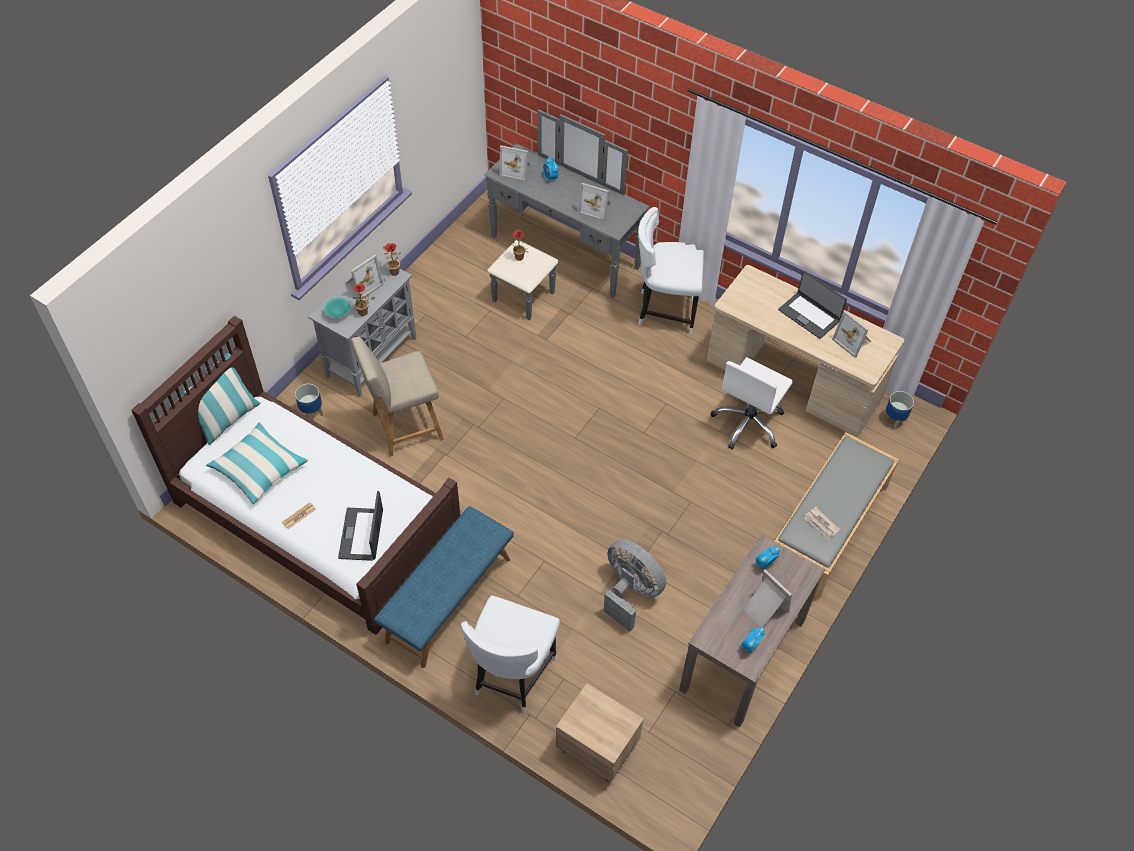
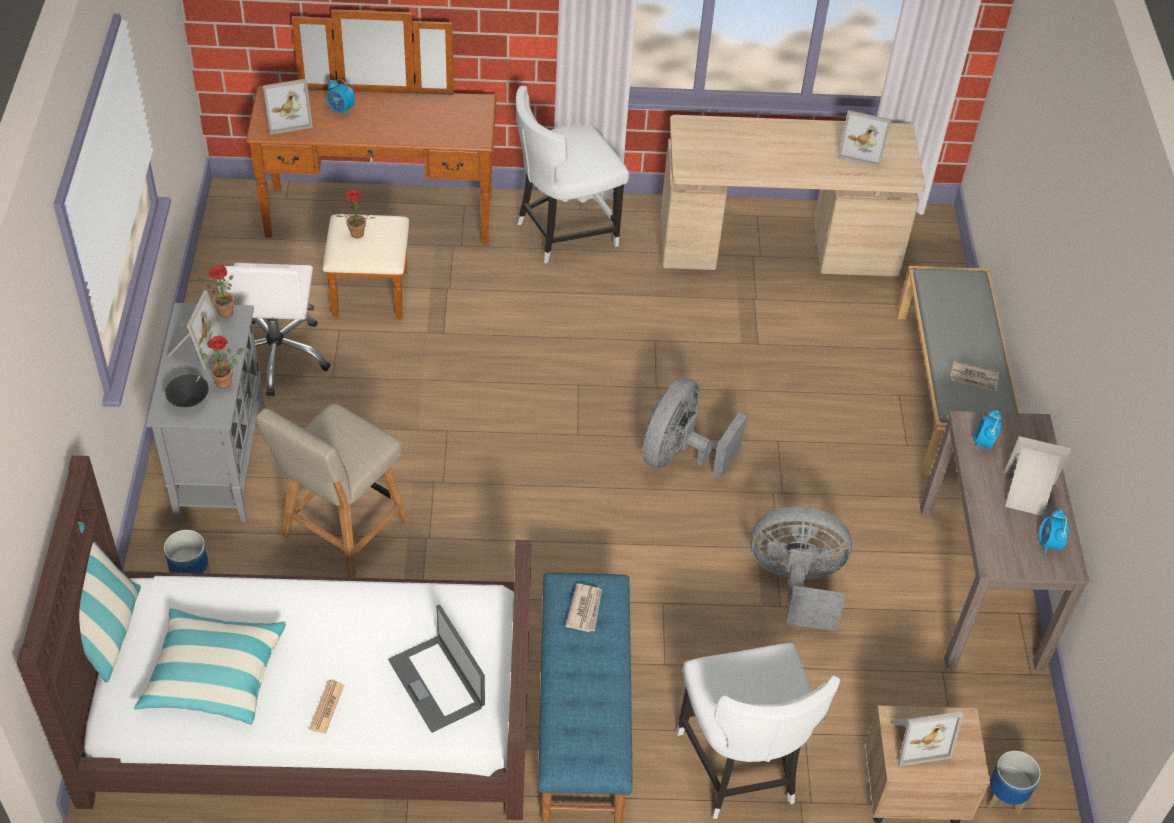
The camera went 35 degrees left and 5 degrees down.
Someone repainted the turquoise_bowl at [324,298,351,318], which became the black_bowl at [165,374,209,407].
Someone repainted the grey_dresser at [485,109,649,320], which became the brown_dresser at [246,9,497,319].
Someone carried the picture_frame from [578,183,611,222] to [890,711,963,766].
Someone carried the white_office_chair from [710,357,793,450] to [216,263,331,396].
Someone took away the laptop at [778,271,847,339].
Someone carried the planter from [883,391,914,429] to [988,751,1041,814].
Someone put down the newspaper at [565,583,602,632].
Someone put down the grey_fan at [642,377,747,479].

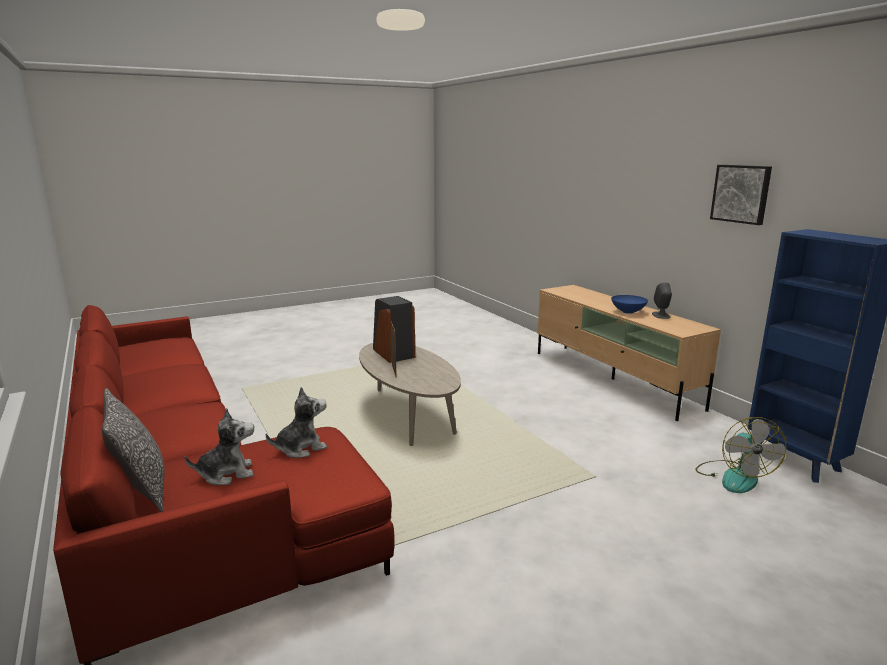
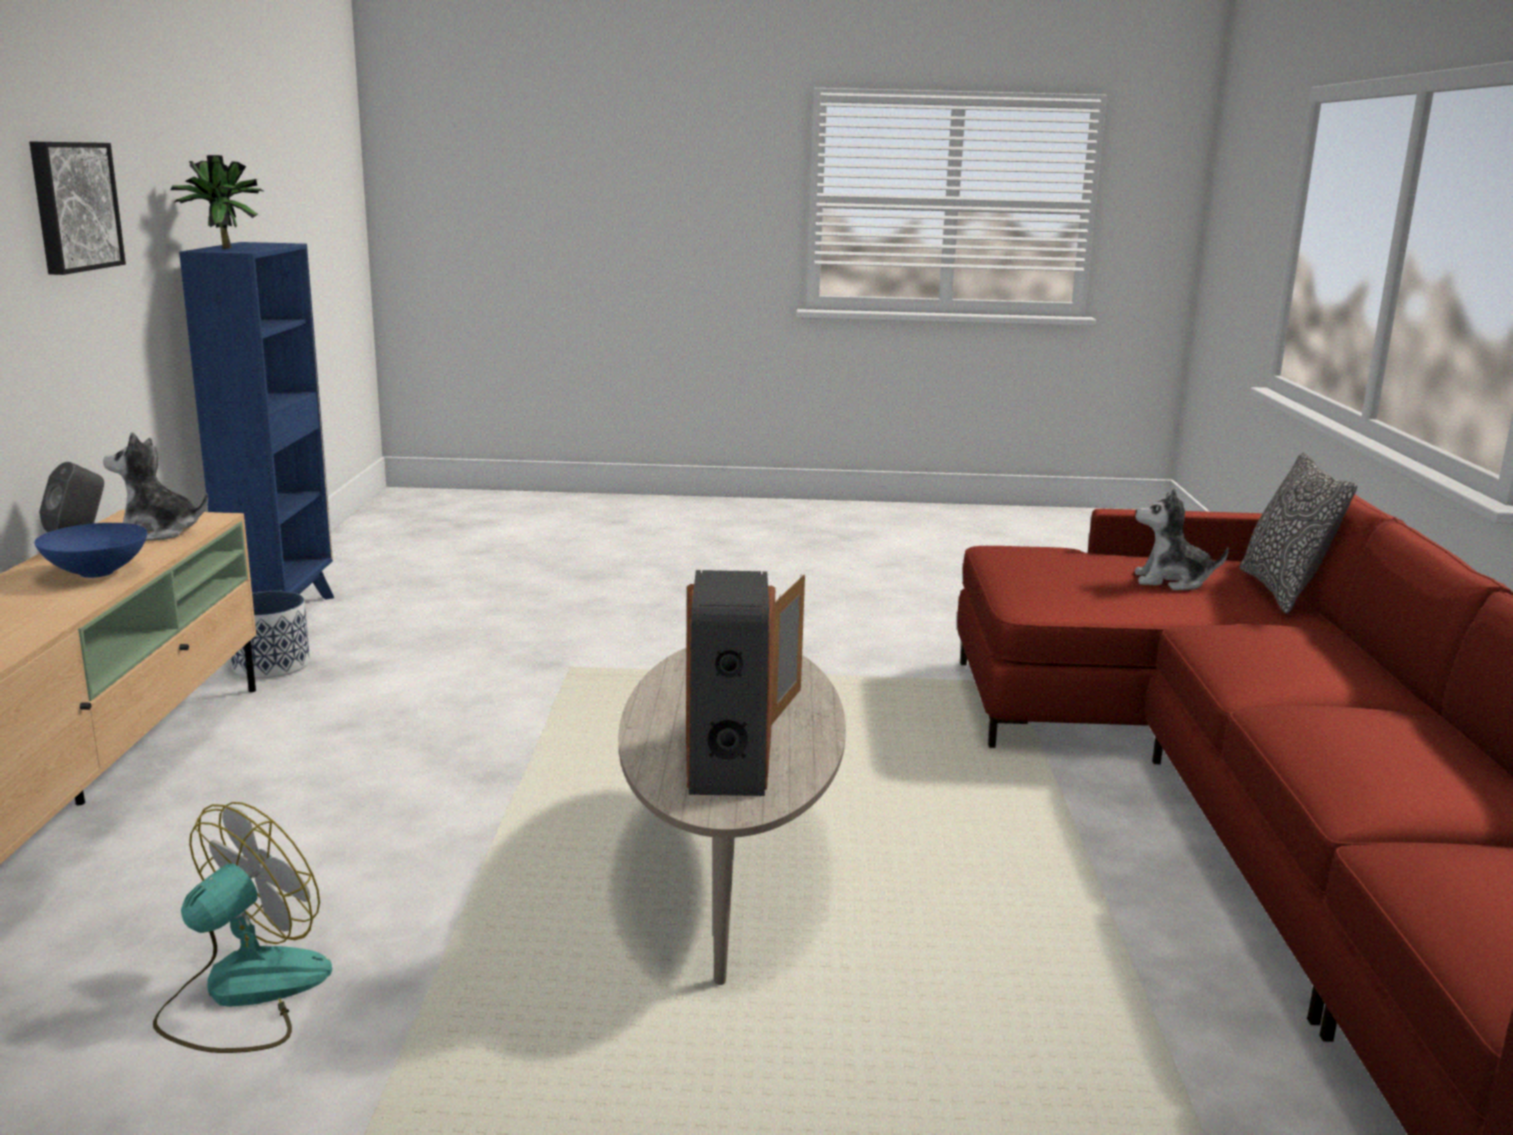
The camera went 150 degrees left and 0 degrees up.
Someone carried the plush_toy from [266,387,327,458] to [103,432,208,541].
Someone carried the fan from [696,417,786,493] to [153,802,332,1053].
Someone put down the potted_plant at [170,155,263,249].
Someone put down the planter at [230,591,310,678].

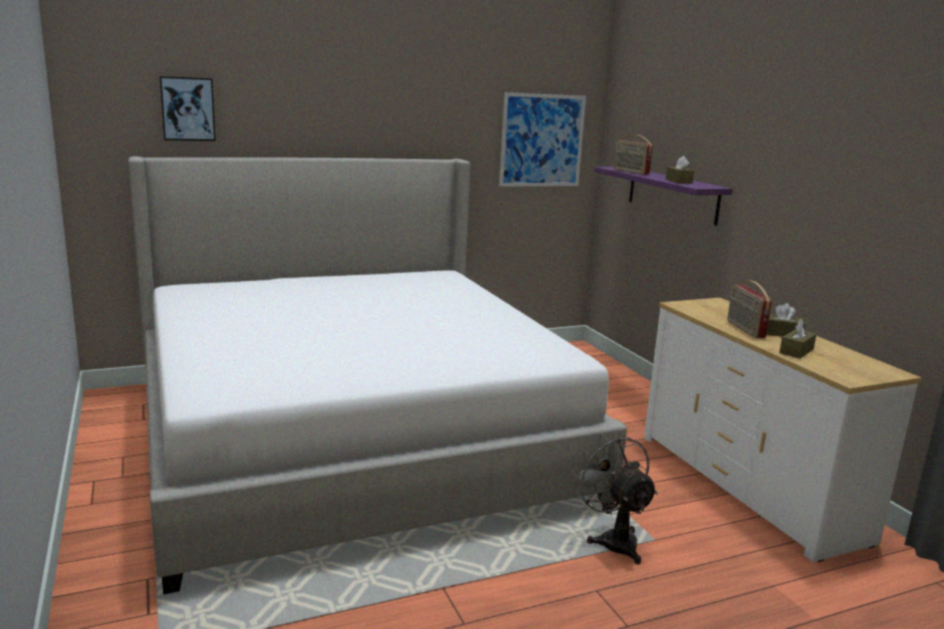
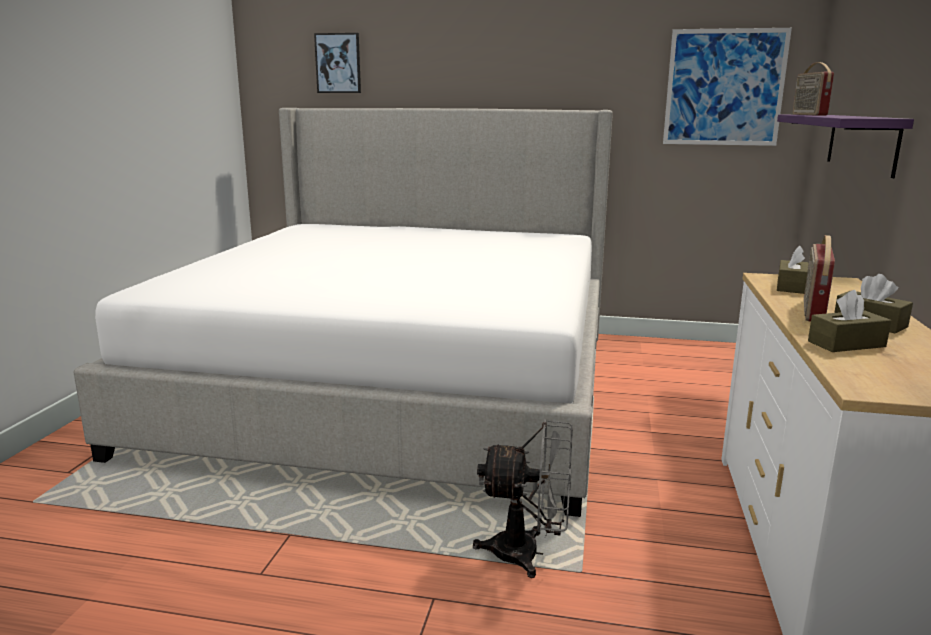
The camera went 35 degrees right and 0 degrees up.
Someone rotated the grey_fan at [572,432,658,564] by 90 degrees clockwise.
Someone carried the brown_tissue_box from [666,156,694,184] to [777,245,809,294].

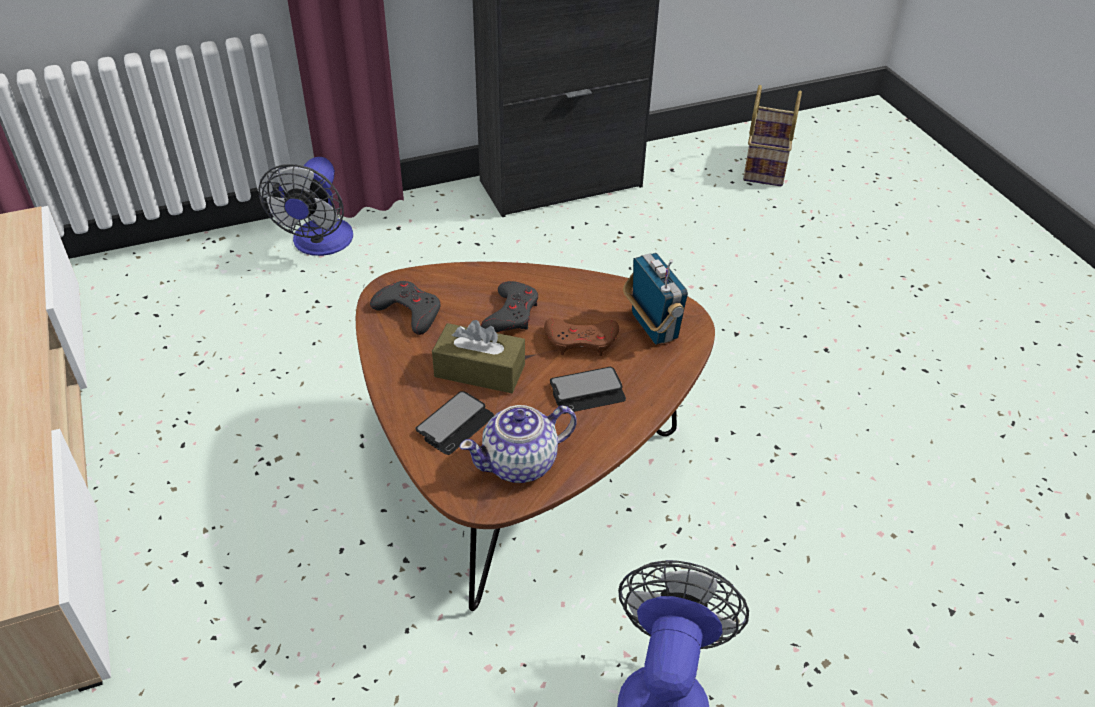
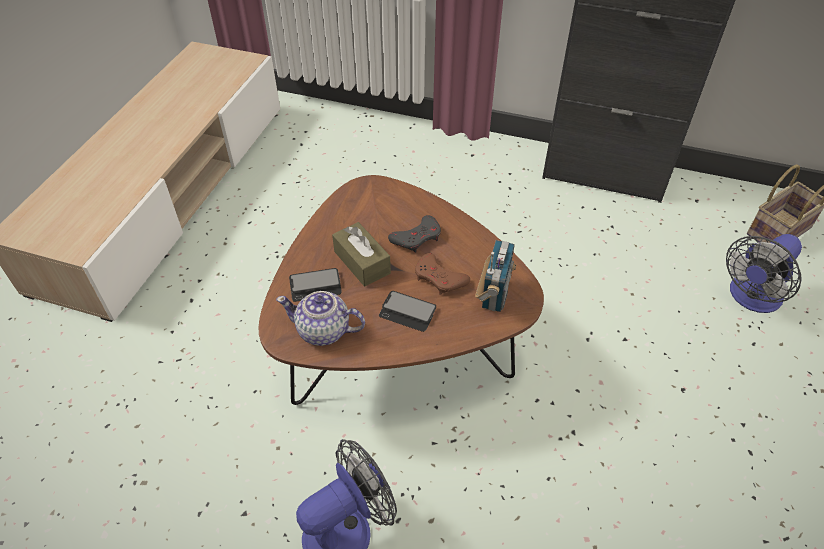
The camera went 40 degrees right and 5 degrees up.
Someone carried the fan from [258,157,353,256] to [726,234,802,313].
Someone took away the grey_game_controller at [370,281,441,335].

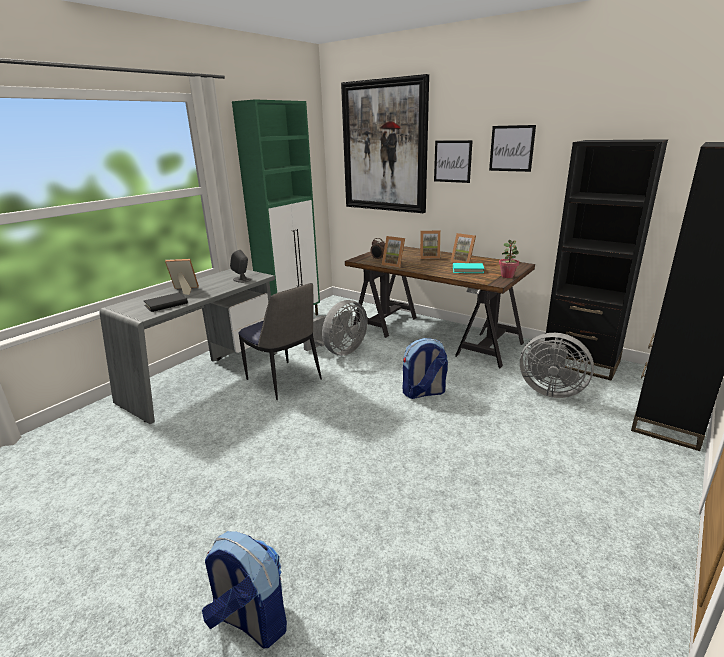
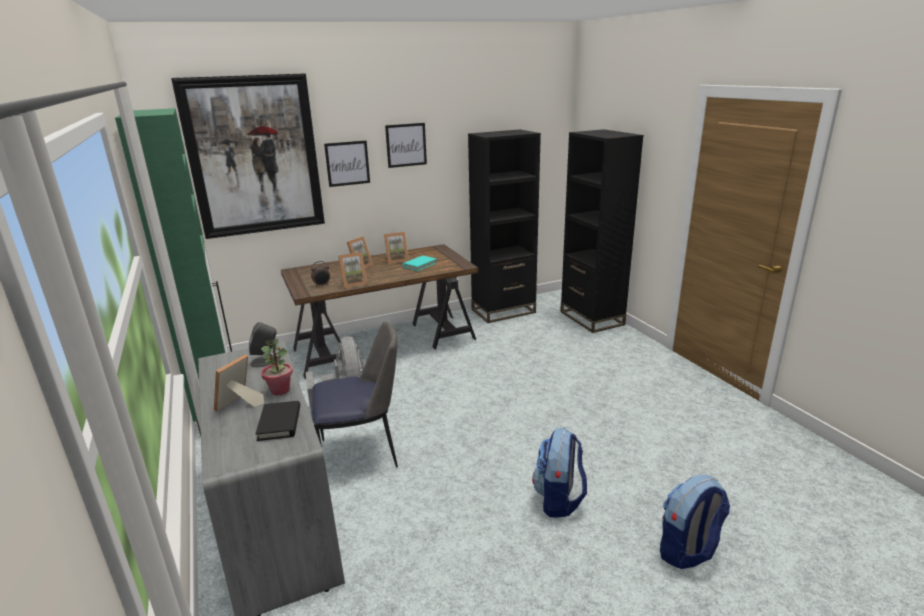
The camera went 60 degrees left and 0 degrees up.
Someone carried the backpack from [402,338,448,399] to [532,428,587,518].
Someone carried the potted_plant from [499,240,519,278] to [261,339,293,395].
Someone took away the grey_fan at [520,333,594,398].

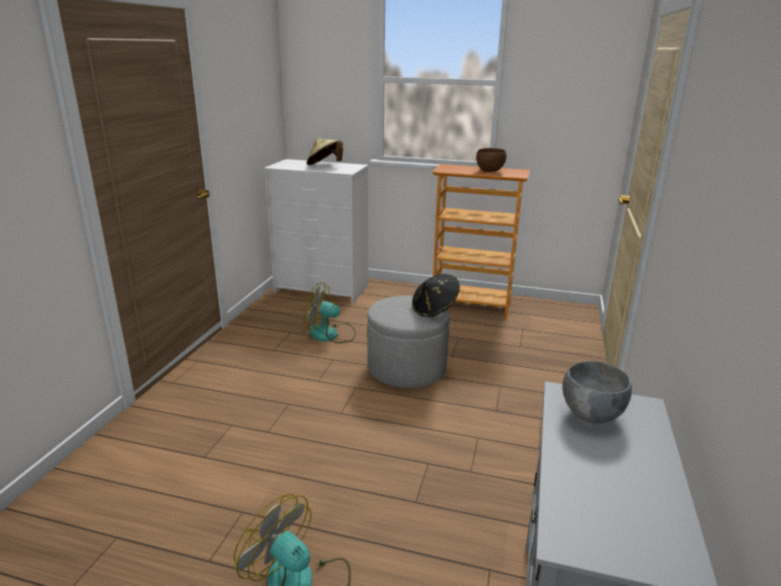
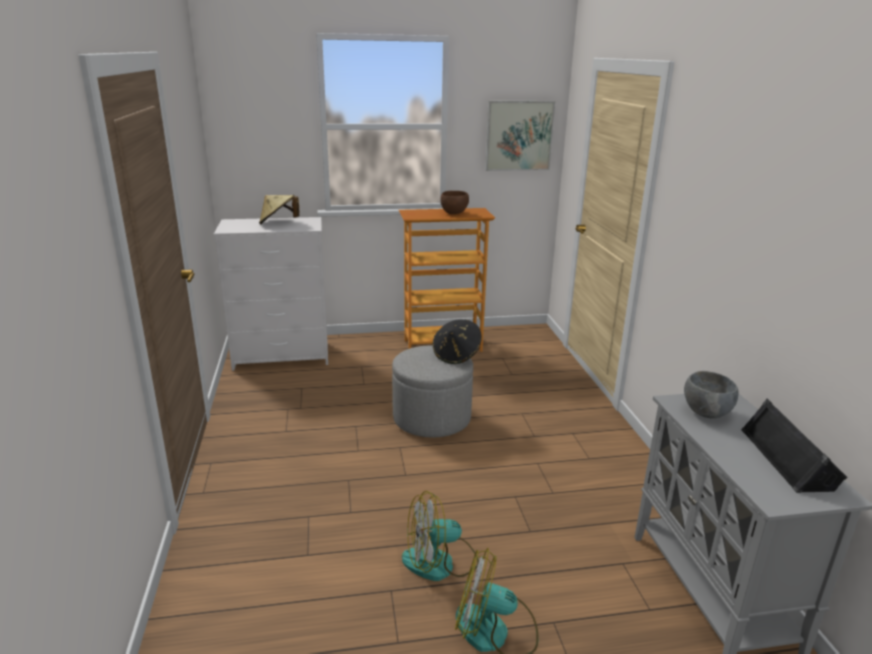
The camera went 25 degrees left and 0 degrees up.
Someone carried the fan from [304,282,356,343] to [402,491,479,581].
Someone put up the picture at [485,101,555,171].
Someone put down the black_speaker at [741,398,847,493].

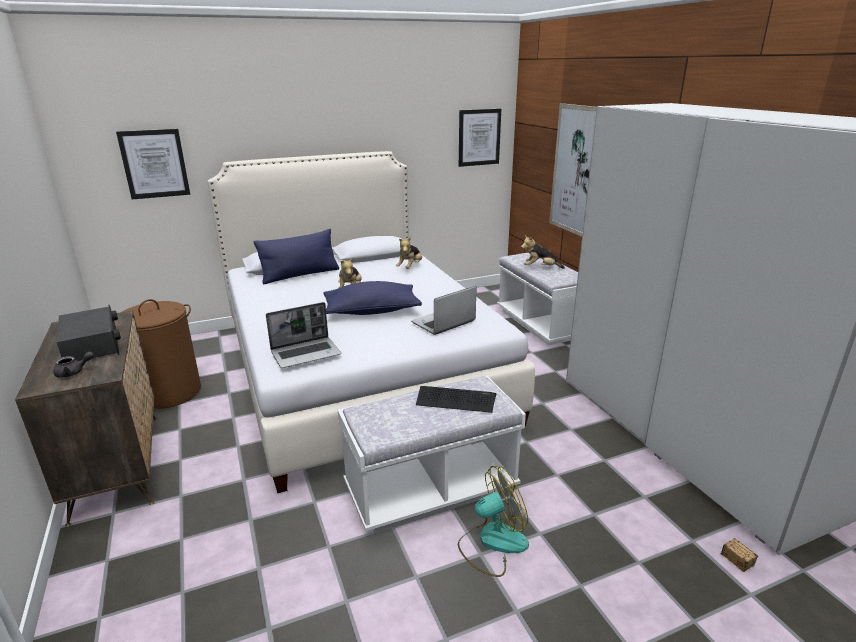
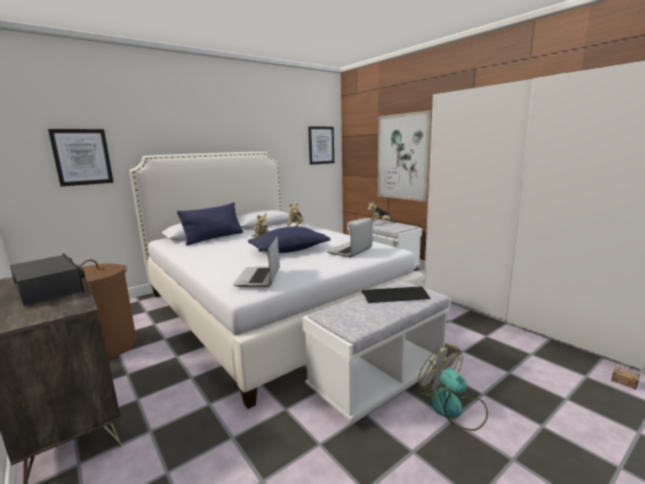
The camera went 15 degrees left and 10 degrees down.
Someone took away the grey_teapot at [53,352,94,378].
Someone rotated the laptop at [266,302,341,368] by 135 degrees clockwise.
Someone rotated the fan at [458,466,529,577] by 90 degrees counterclockwise.

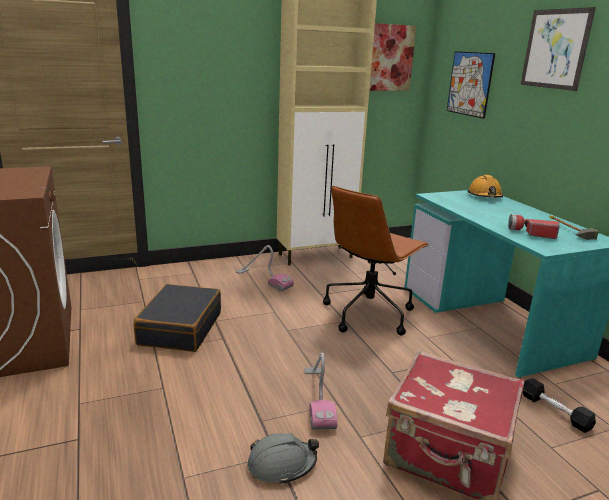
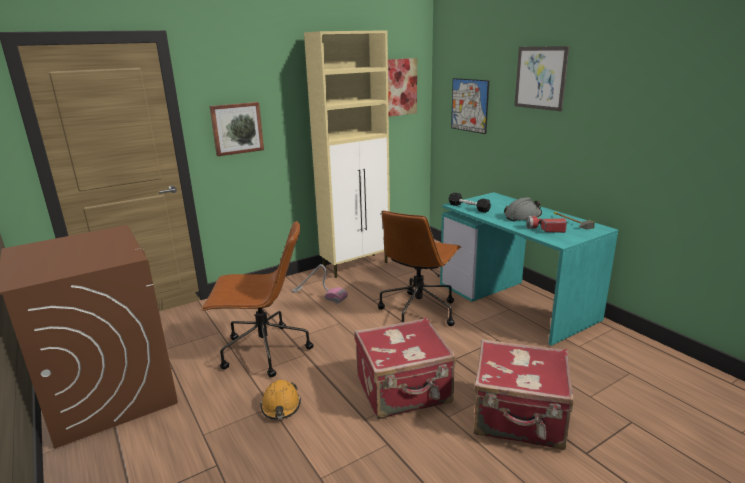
The camera went 10 degrees left and 0 degrees up.
Someone swapped the black_suitcase at [134,284,221,352] for the brown_office_chair at [201,220,313,377].
Someone carried the grey_hard_hat from [247,433,319,485] to [504,197,542,221].
Someone swapped the vacuum_cleaner at [304,352,337,429] for the red_suitcase at [354,318,456,419].
Someone carried the orange_hard_hat from [468,175,503,198] to [260,380,301,420].
Someone carried the black_dumbbell from [523,378,596,433] to [449,193,491,213].
Someone put up the picture at [210,102,264,156].

